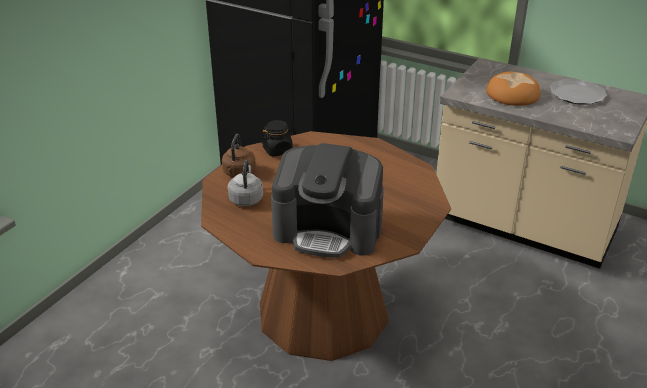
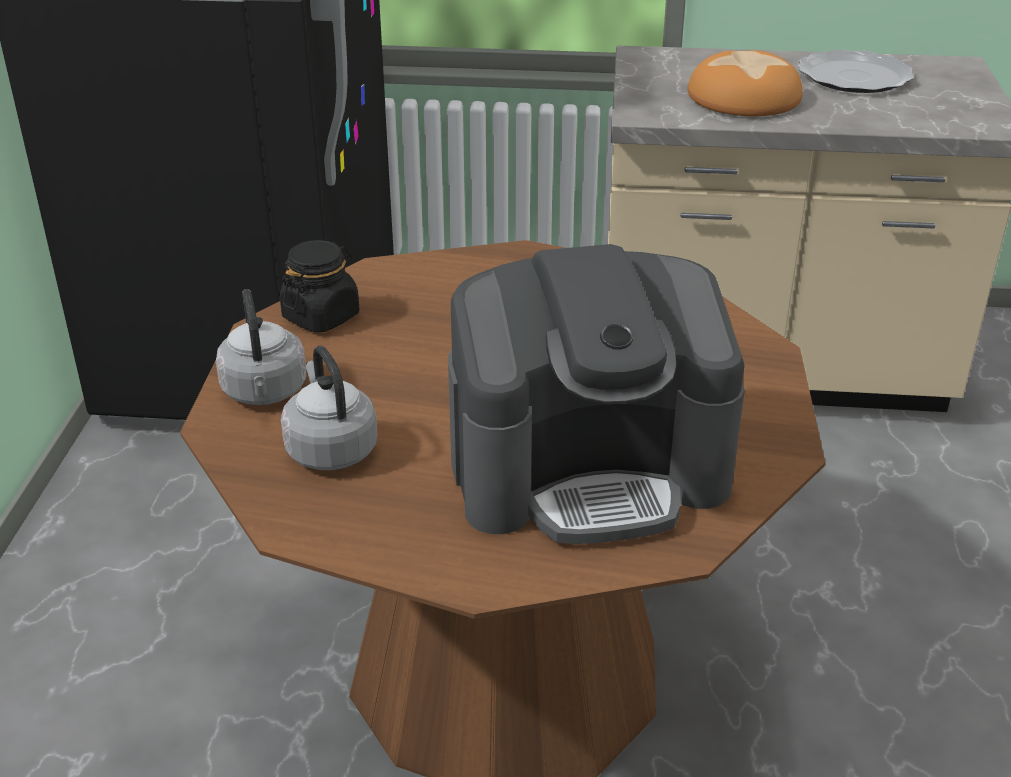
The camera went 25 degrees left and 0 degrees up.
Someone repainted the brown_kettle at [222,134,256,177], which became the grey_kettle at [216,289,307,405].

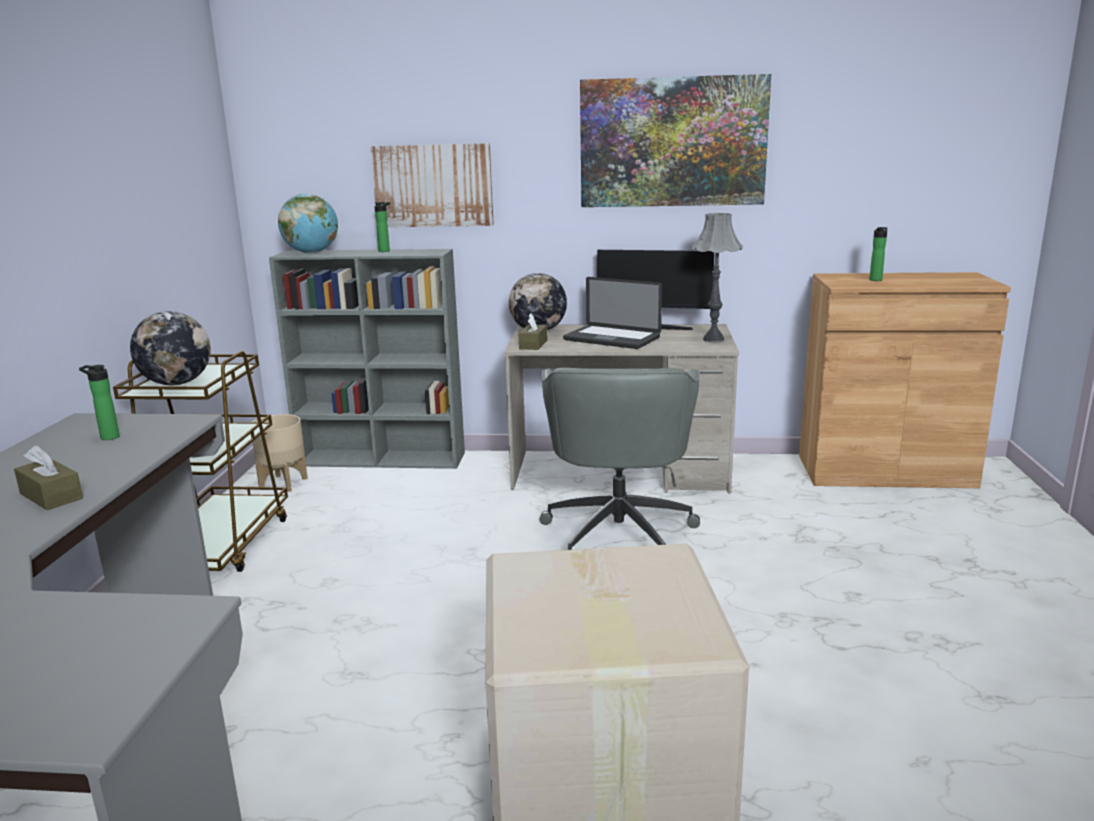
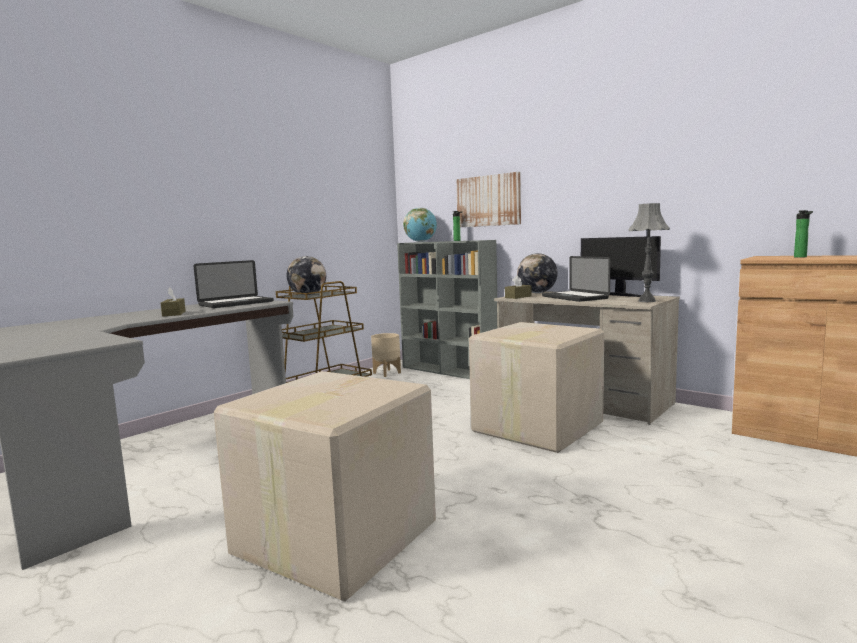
The camera went 35 degrees right and 10 degrees down.
Someone swapped the bottle at [79,365,120,440] for the laptop at [194,260,274,308].
Someone swapped the grey_office_chair at [540,368,700,550] for the cardboard_box at [469,322,604,453].
Someone took away the picture at [580,74,771,207].

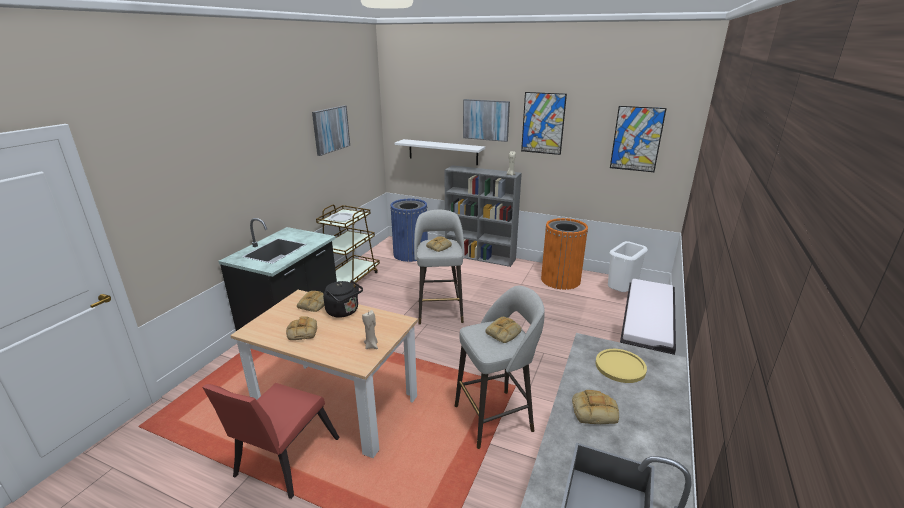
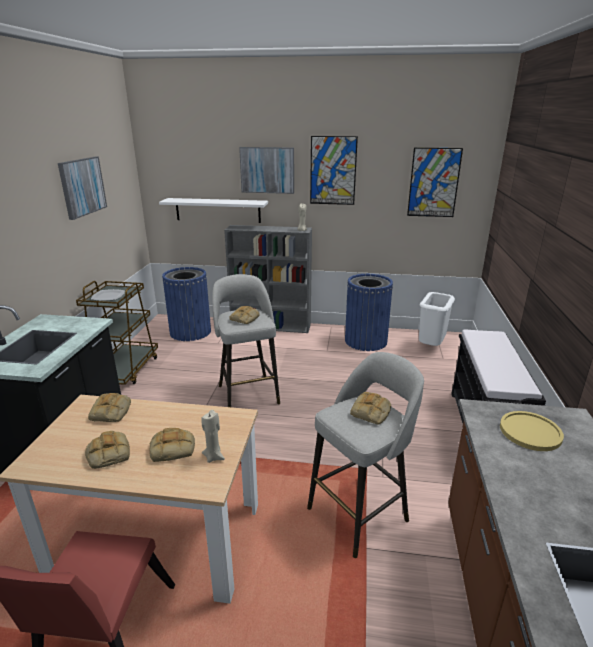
The camera went 15 degrees left and 0 degrees up.
Someone took away the black_kettle at [323,280,363,318].
Someone repainted the orange_trash_can at [541,218,588,290], which became the blue_trash_can at [345,274,393,351].
Someone carried the bread from [572,390,619,424] to [149,428,195,462].

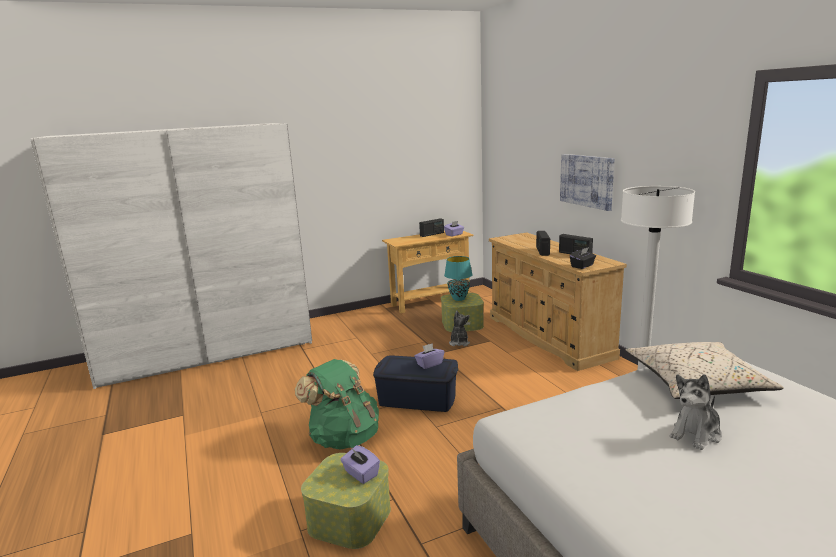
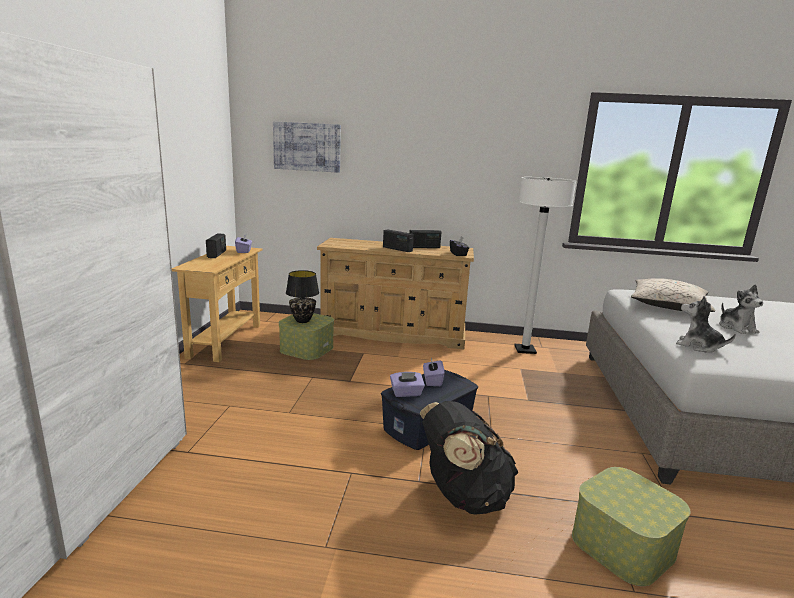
The camera went 60 degrees left and 0 degrees up.
Someone repainted the green_backpack at [295,359,379,449], which became the black_backpack at [419,401,518,515].
Someone carried the purple_tissue_box from [341,445,380,484] to [390,372,425,397].
Someone repainted the turquoise_table_lamp at [444,256,473,301], which became the black_table_lamp at [286,270,319,323].
Someone carried the plush_toy from [449,311,470,346] to [676,296,736,353].
Someone carried the picture from [560,154,615,211] to [273,121,341,173].

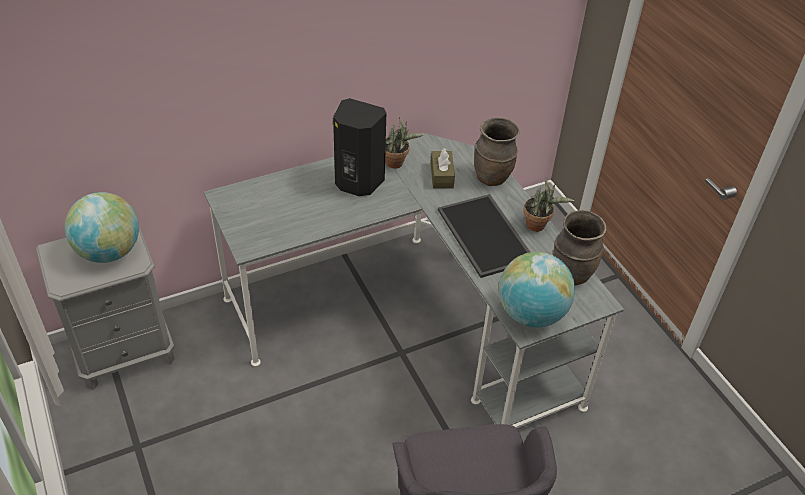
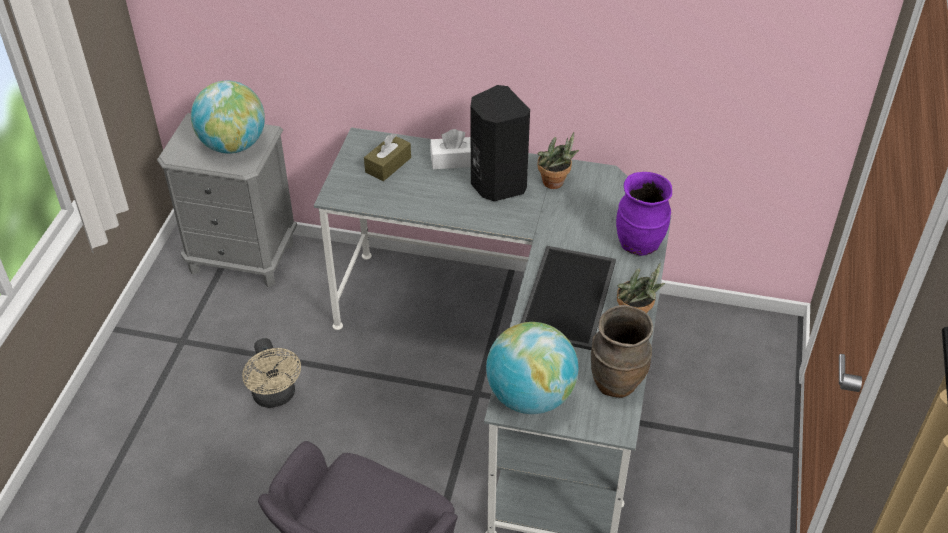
The camera went 40 degrees right and 0 degrees up.
Someone carried the brown_tissue_box from [431,148,455,189] to [364,133,411,181].
Someone repainted the brown_vase at [474,118,520,186], which became the purple_vase at [616,172,672,256].
Someone put down the beige_fan at [242,338,301,408].
Someone put down the white_tissue_box at [430,129,471,169].

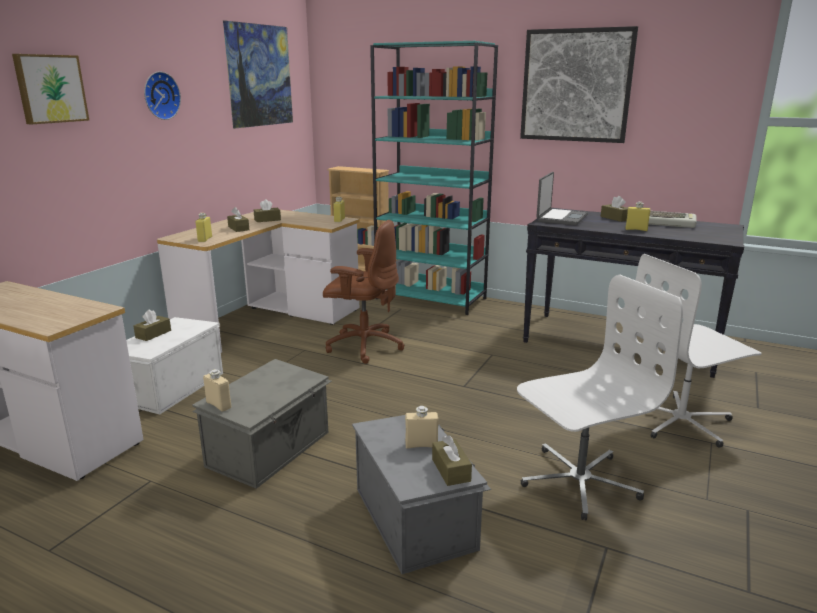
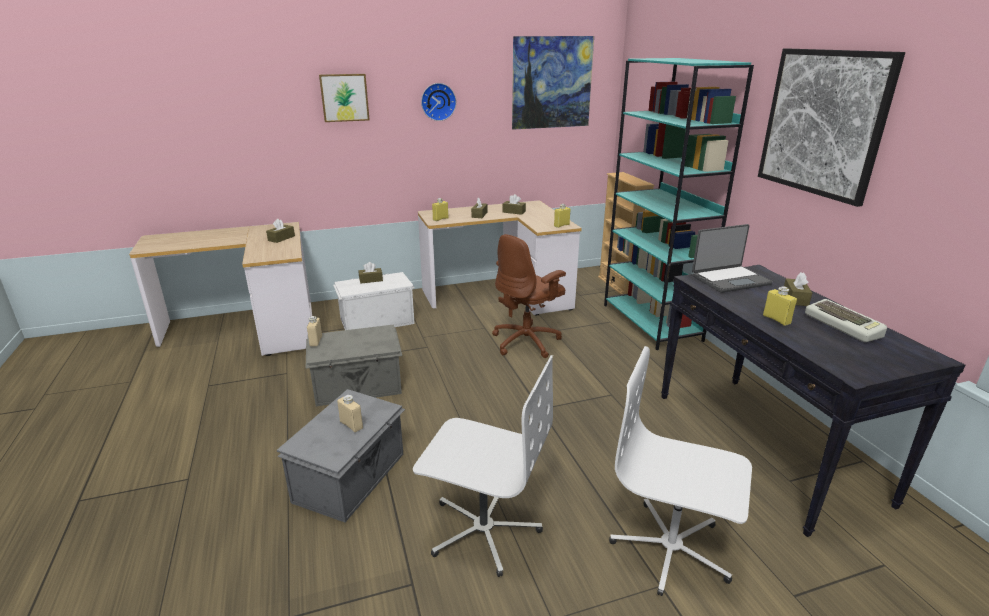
The camera went 45 degrees right and 5 degrees up.
Someone rotated the brown_office_chair at [323,220,405,364] by 75 degrees clockwise.
Someone carried the brown_tissue_box from [432,435,472,486] to [266,219,295,243].

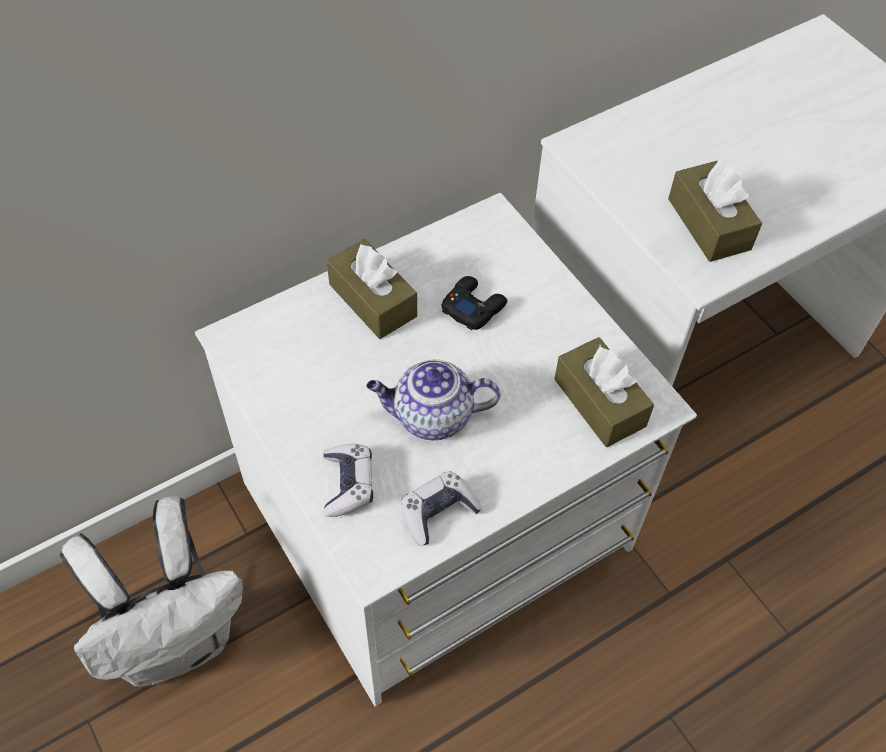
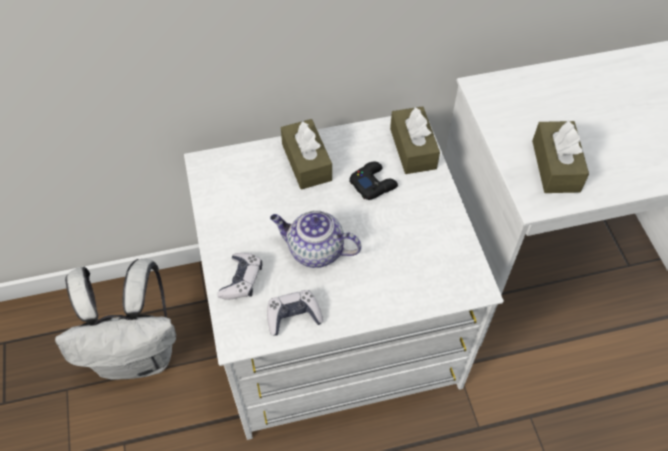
The camera went 20 degrees right and 0 degrees up.
Someone carried the brown_tissue_box from [554,337,654,447] to [390,106,440,174].

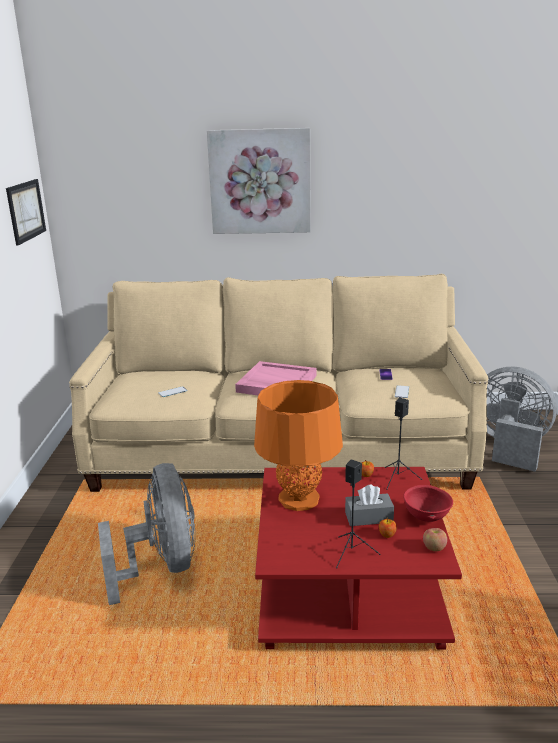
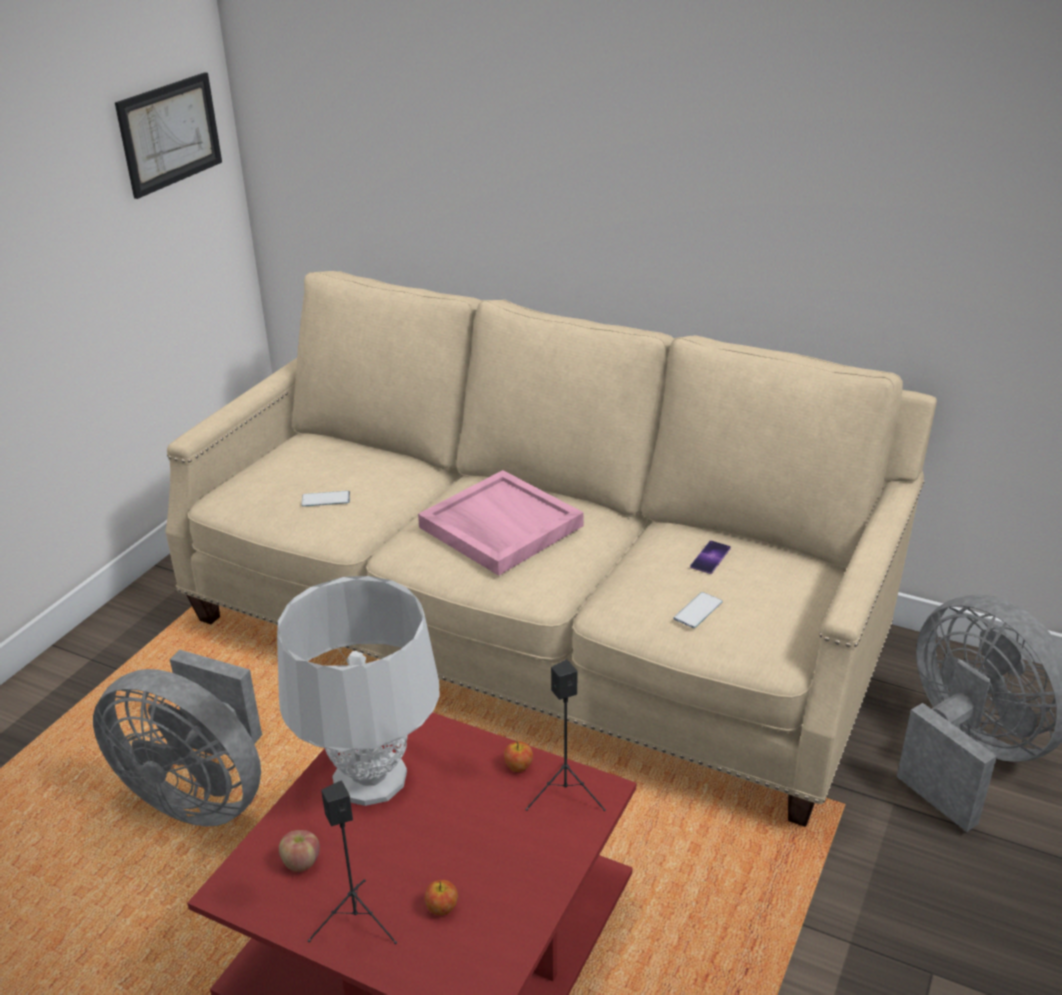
The camera went 25 degrees right and 10 degrees up.
Someone rotated the grey_fan at [98,463,195,605] by 105 degrees clockwise.
Someone took away the picture at [207,128,311,234].
Someone repainted the orange_table_lamp at [254,380,343,511], which became the grey_table_lamp at [277,576,440,806].
Someone took away the grey_tissue_box at [345,484,394,526].
Someone took away the red_bowl at [404,485,453,522].
Someone carried the apple from [423,528,447,551] to [279,830,320,872].

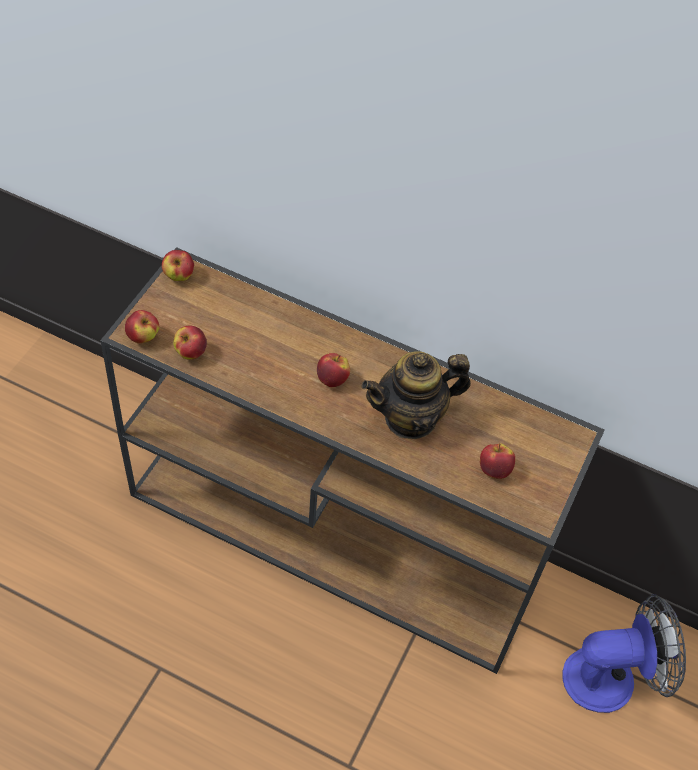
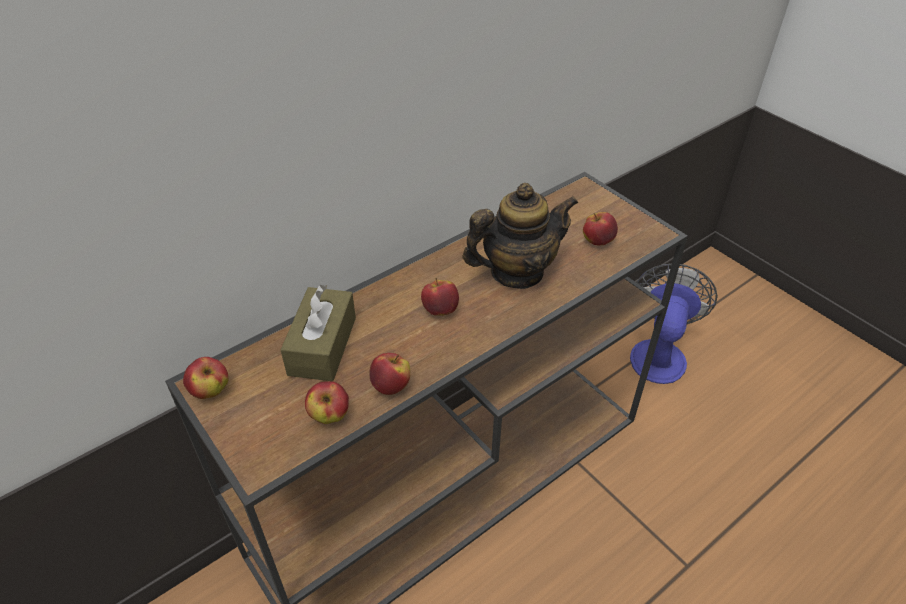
The camera went 60 degrees left and 10 degrees down.
Someone carried the apple from [125,310,160,344] to [369,353,410,395].
Someone rotated the teapot at [362,351,471,439] by 120 degrees counterclockwise.
Someone put down the brown_tissue_box at [281,285,356,381].

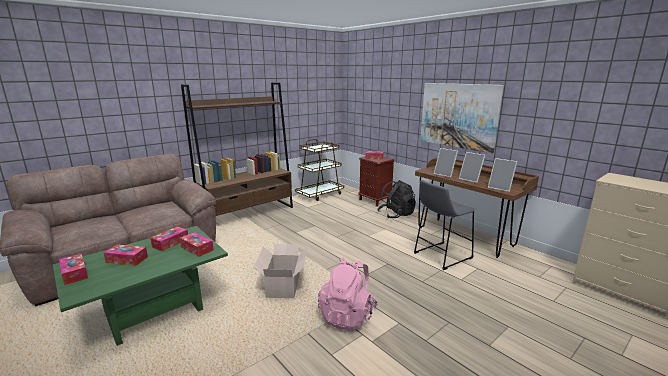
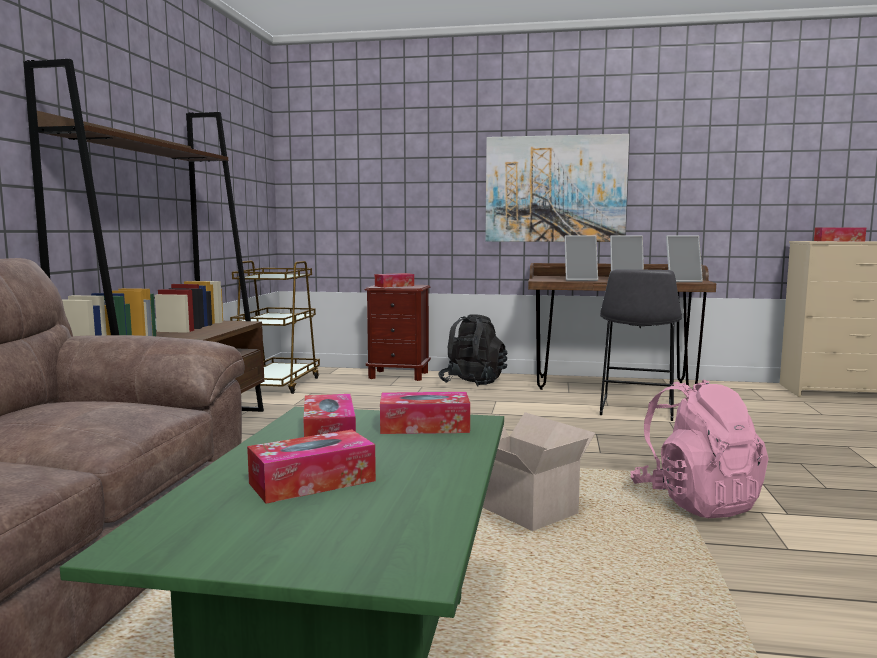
The camera went 40 degrees left and 10 degrees down.
Someone carried the tissue_box from [59,253,88,285] to [814,227,866,241].

